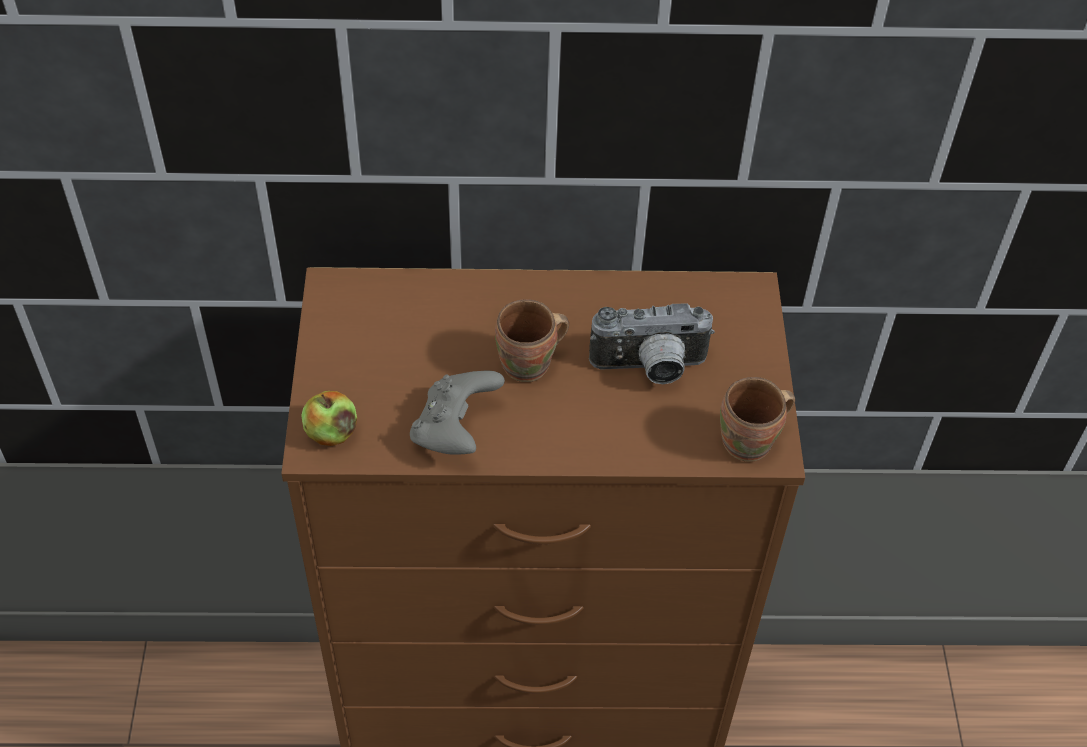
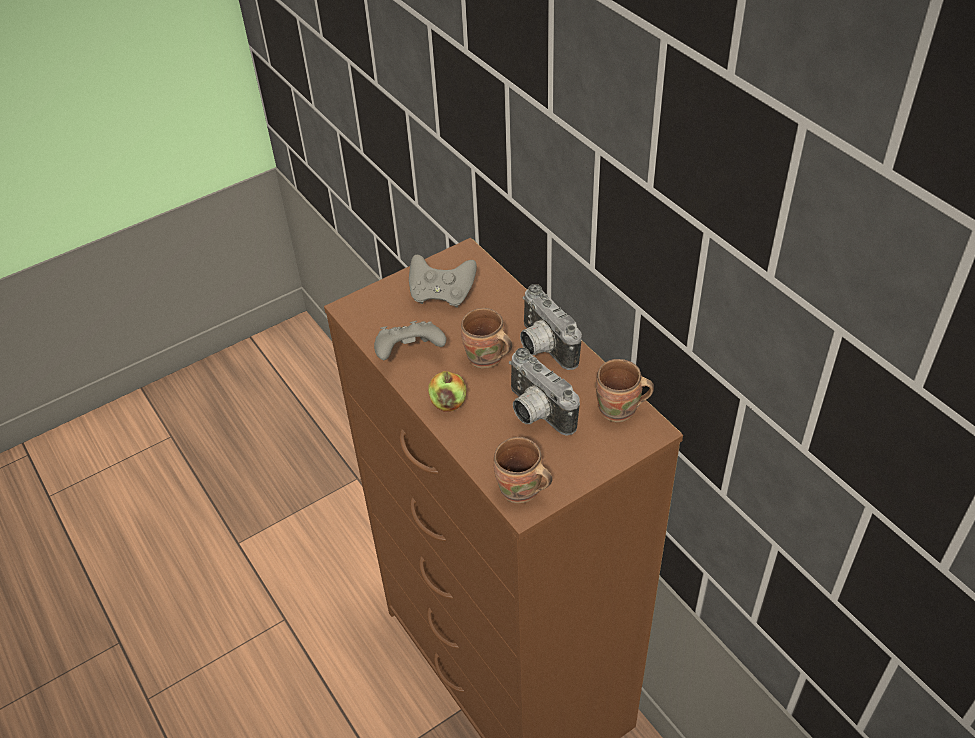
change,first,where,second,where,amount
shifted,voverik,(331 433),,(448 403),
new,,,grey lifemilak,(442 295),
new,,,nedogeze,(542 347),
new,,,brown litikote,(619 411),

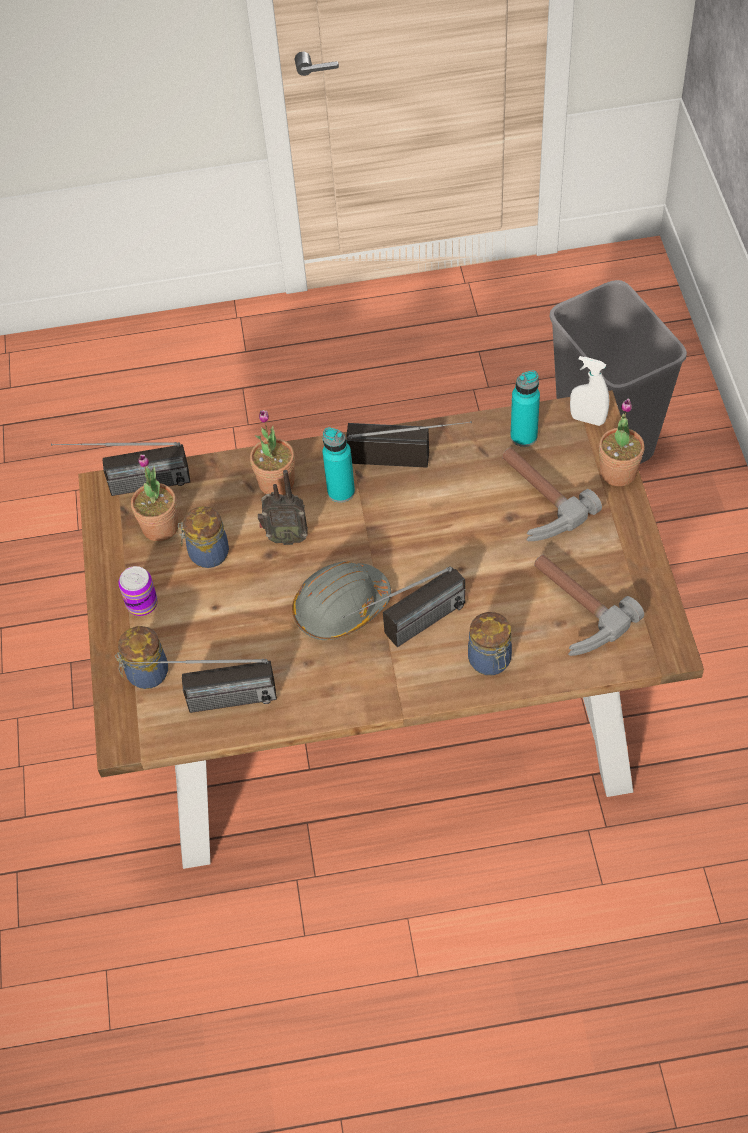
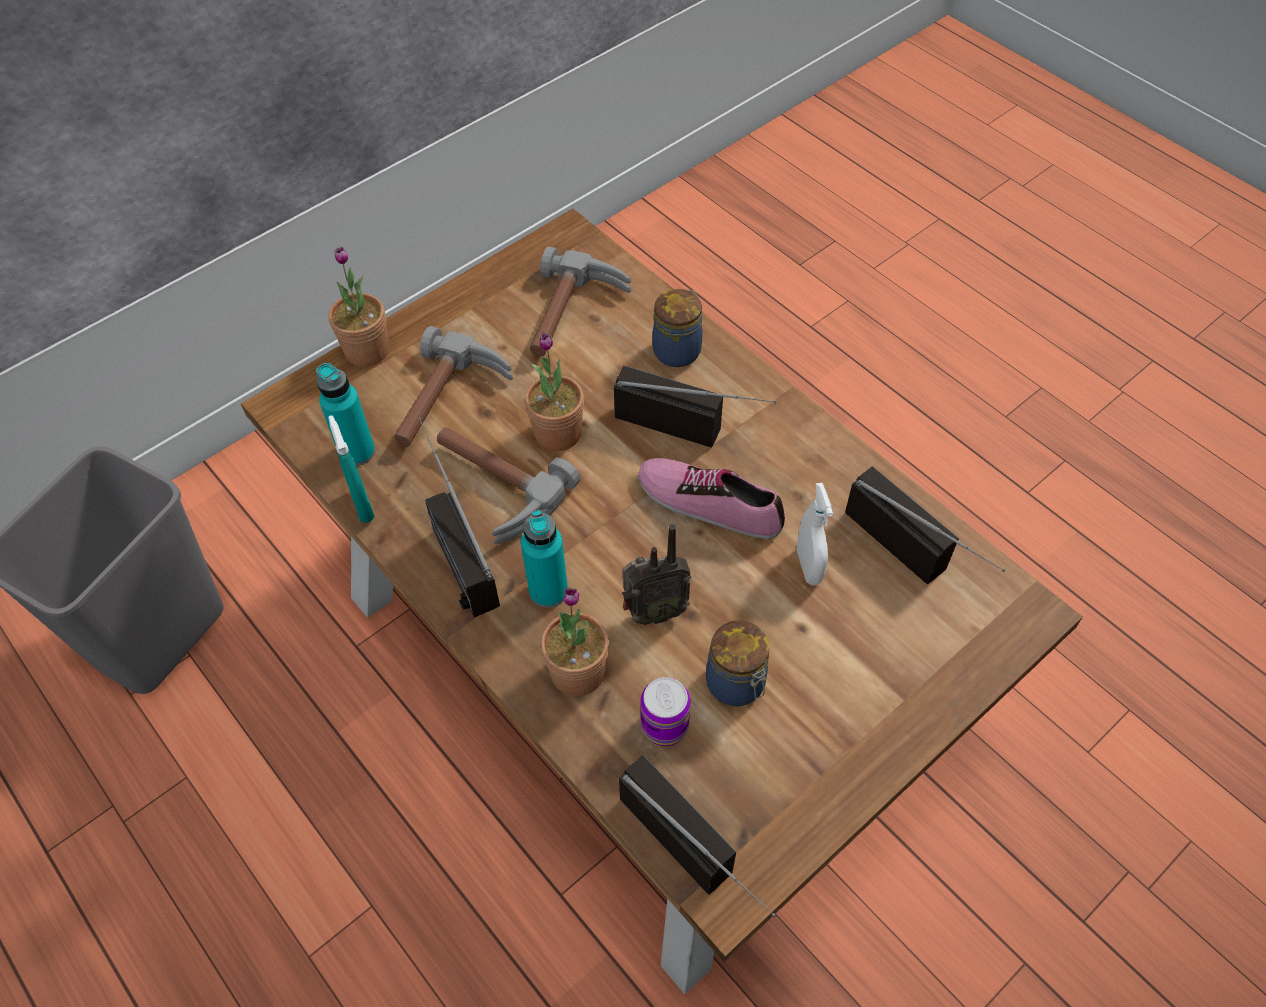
change,first,where,second,where,amount
shifted,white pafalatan,(587 419),,(808 566),
shifted,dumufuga,(160 527),,(558 433),
rotated,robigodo,(286 537),,(653 612),105 degrees clockwise
swapped,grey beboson,(341 608),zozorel,(710 503),
shifted,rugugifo,(142 604),,(664 726),
gone,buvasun,(146 674),,,
new,,,turquoise pafalatan,(363 506),
new,,,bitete,(491 489),

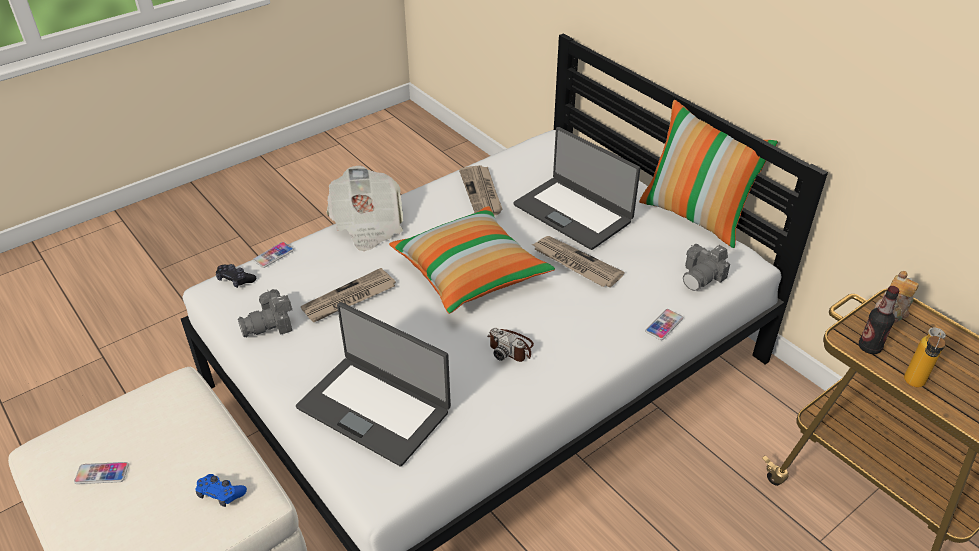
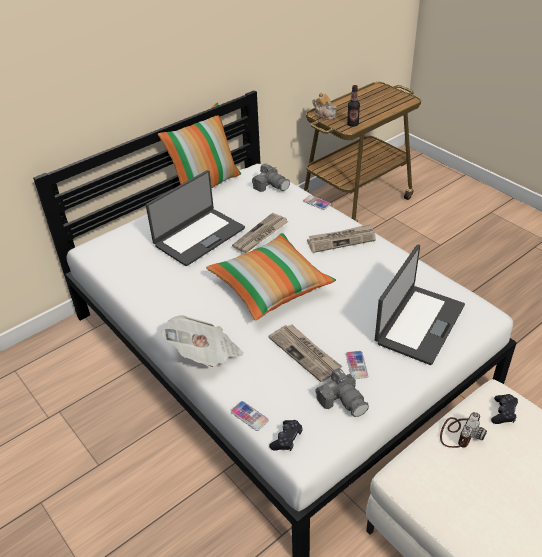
change,first,where,second,where,amount
shifted,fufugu,(482 193),,(341 240),
shifted,nedogeze,(511 347),,(459 433),
gone,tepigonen,(913 386),,,
shifted,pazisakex,(102 474),,(356 365),
repainted,blue lifemilak,(220 494),black lifemilak,(503 412),

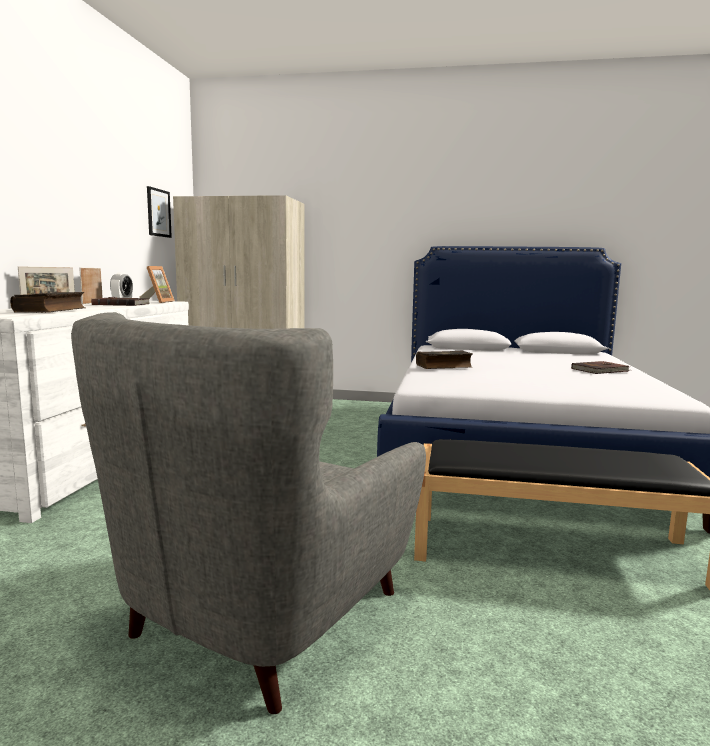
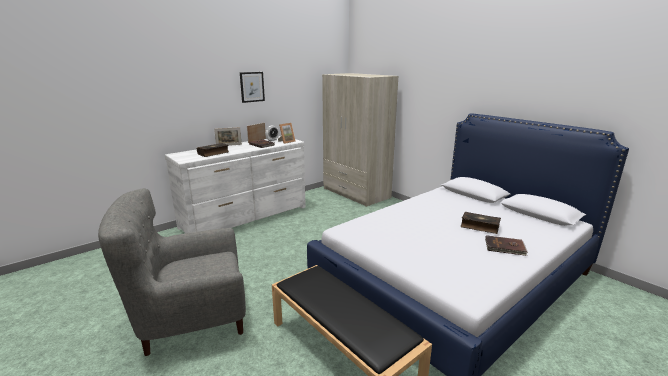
change,first,where,second,where,amount
shifted,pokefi,(158 213),,(252 87),
shifted,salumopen,(444 366),,(479 227),

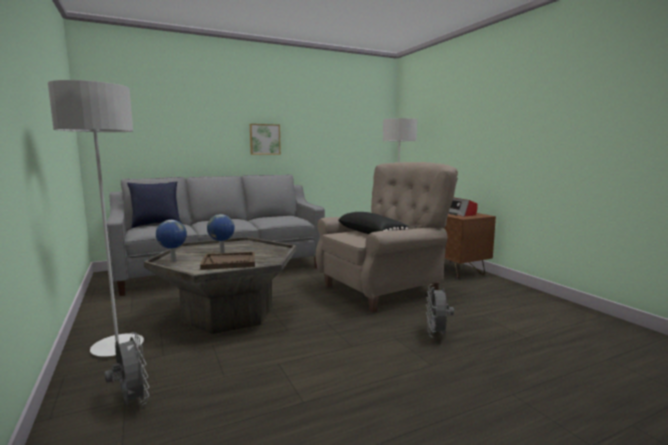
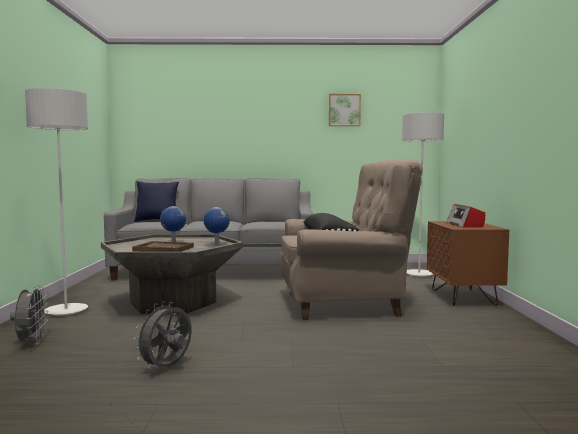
change,first,where,second,where,amount
shifted,pokefi,(264 139),,(344 110),
shifted,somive,(173 261),,(216 245),
shifted,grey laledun,(436 334),,(167 368),

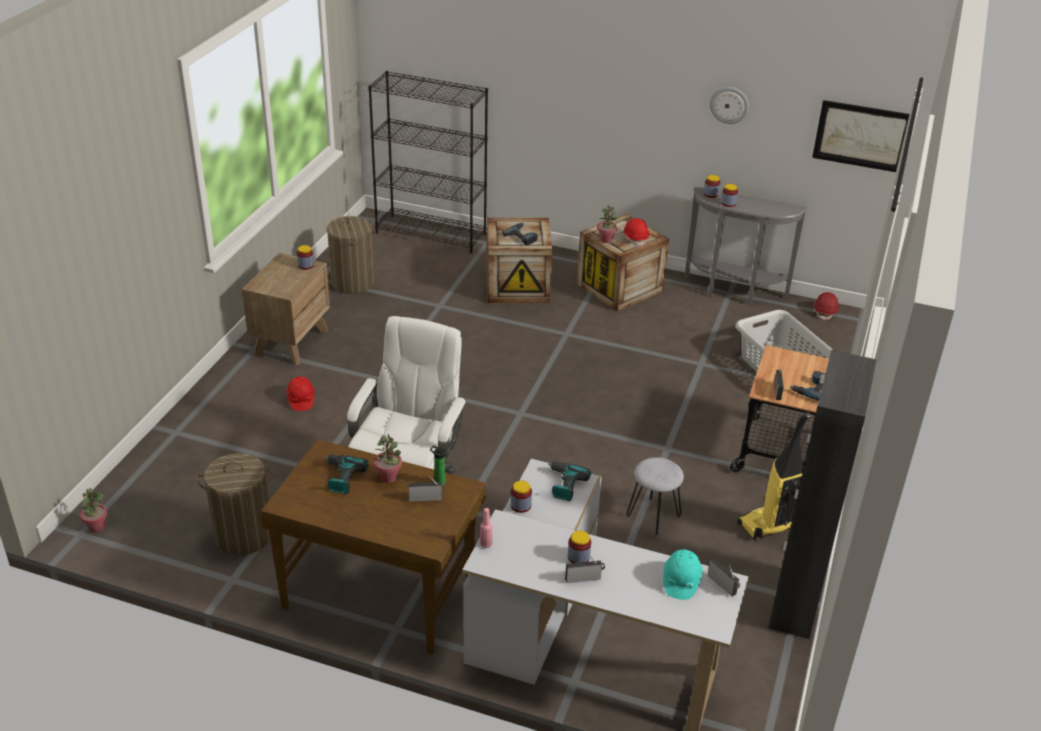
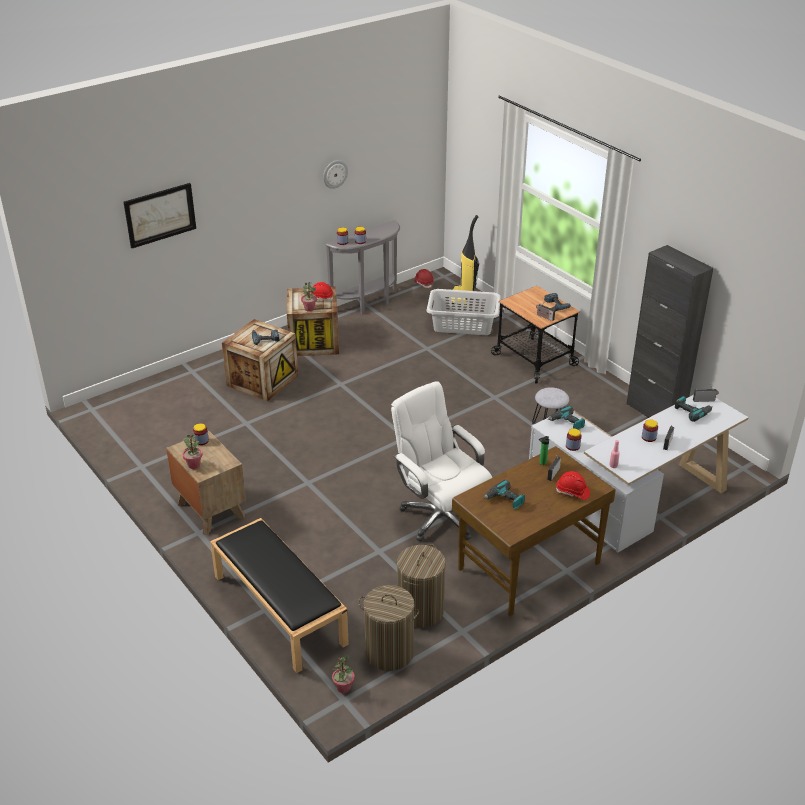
change,first,where,second,where,amount
gone,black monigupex,(431 234),,,
shifted,pokefi,(862 136),,(160 215),
shifted,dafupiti,(353 282),,(389 653),
shifted,red beboson,(301 400),,(572 492),
shifted,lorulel,(769 526),,(462 297),
shifted,dumufuga,(388 477),,(194 465),
swapped,turquoise beboson,(681 581),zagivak,(692 412),
new,,,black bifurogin,(278 609),

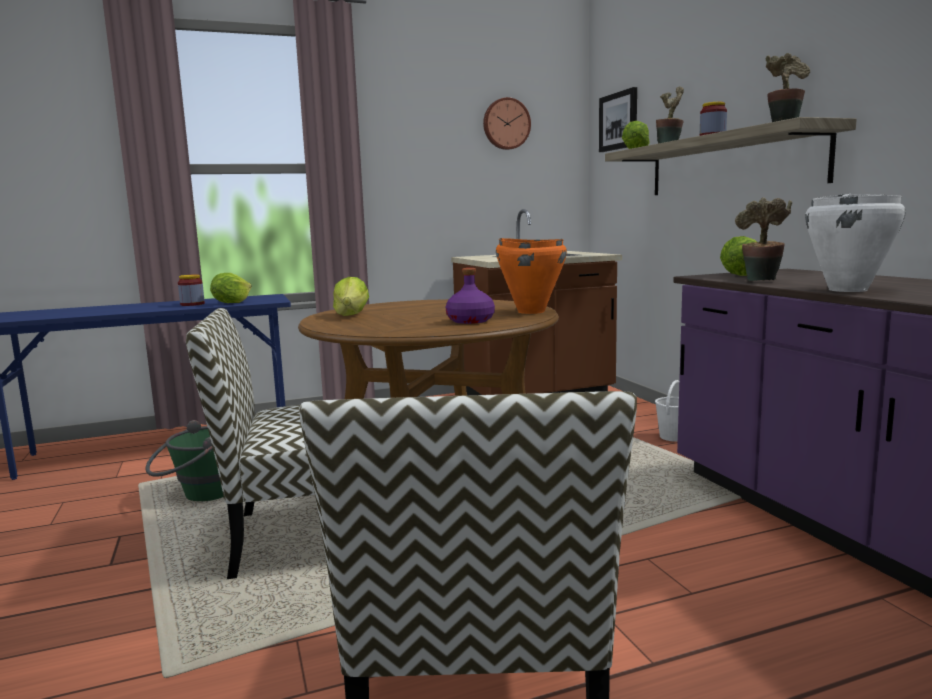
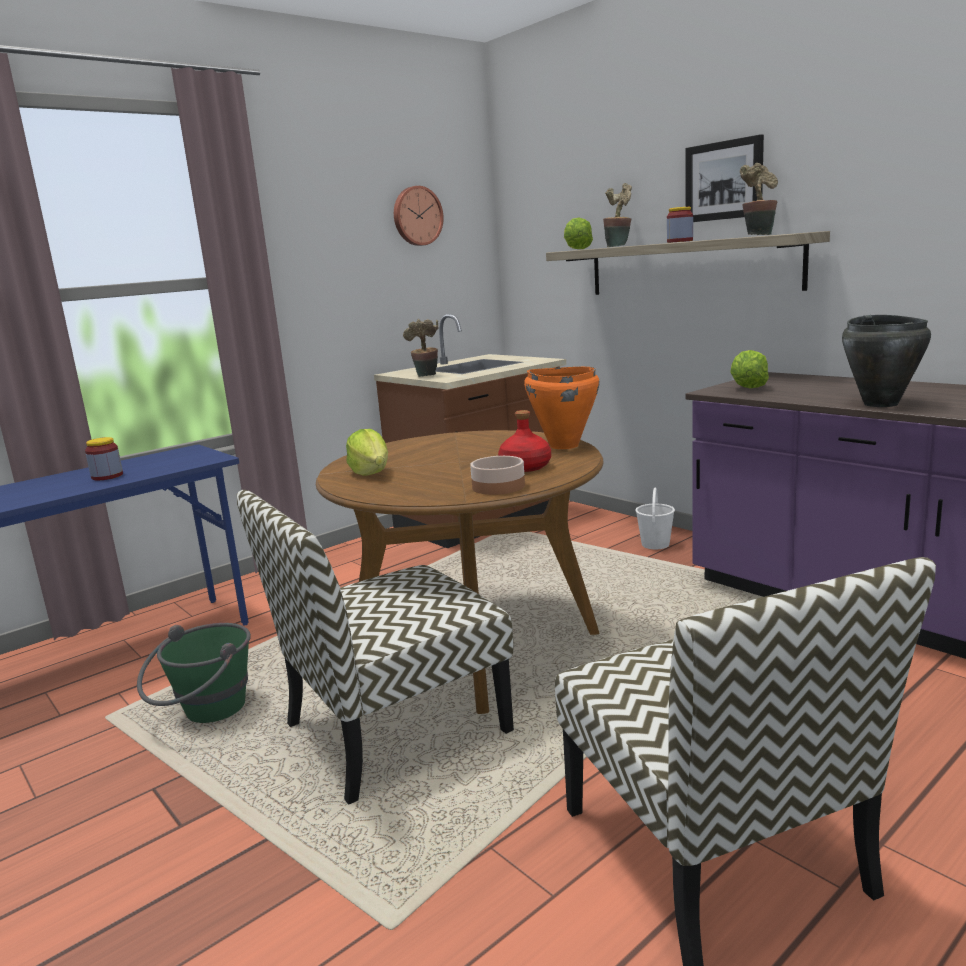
change,first,where,second,where,amount
shifted,pokefi,(619 121),,(724 180),
repainted,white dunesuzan,(848 290),black dunesuzan,(881 404),
shifted,dumufuga,(761 281),,(426 376),
repainted,purple tepigonen,(470 321),red tepigonen,(525 467),
gone,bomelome,(231 303),,,
new,,,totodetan,(498 486),

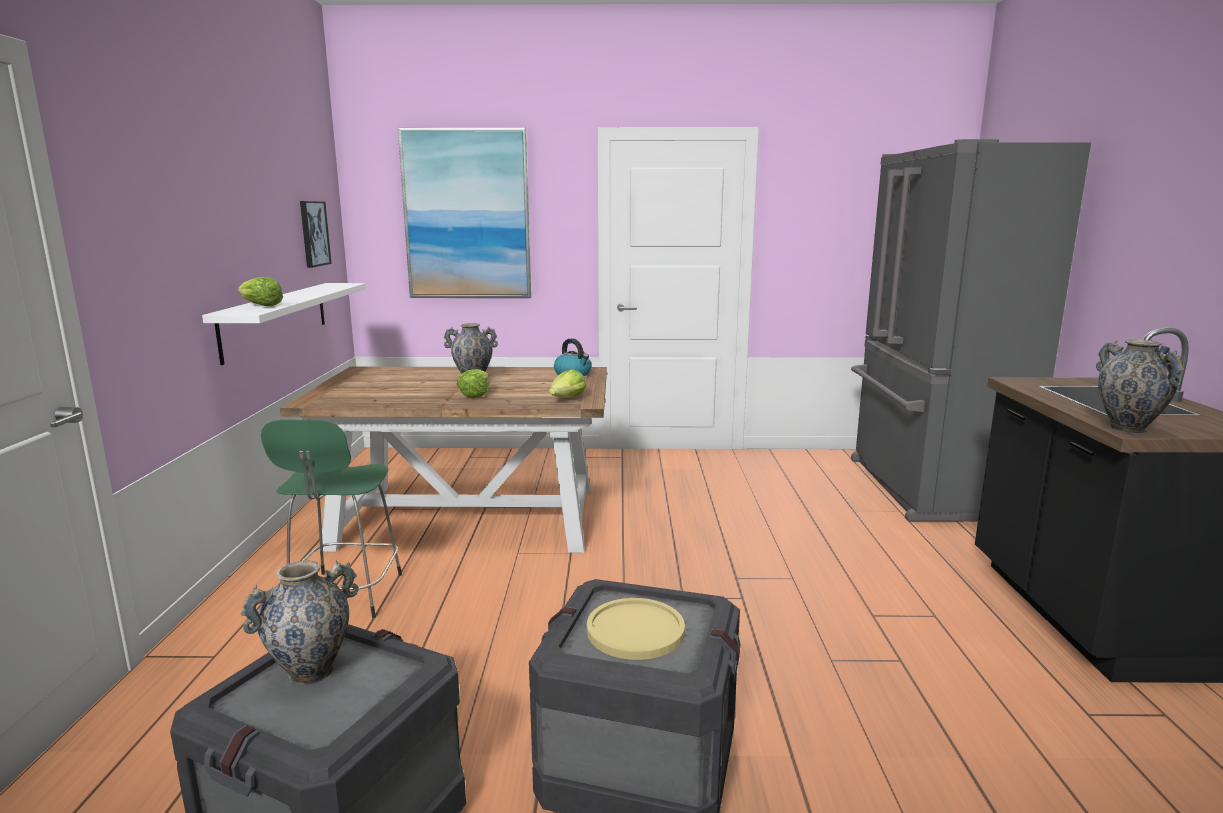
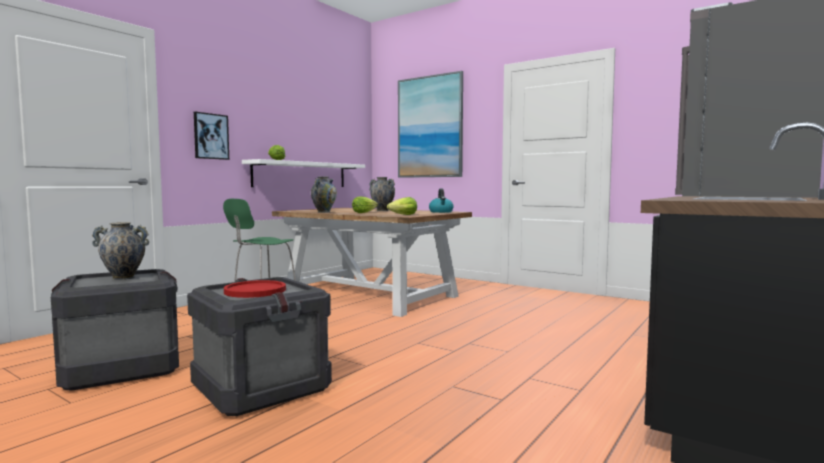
change,first,where,second,where,amount
shifted,pokefi,(313 233),,(211 136),
shifted,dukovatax,(1127 428),,(324 212),
repainted,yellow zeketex,(635 630),red zeketex,(255 291),

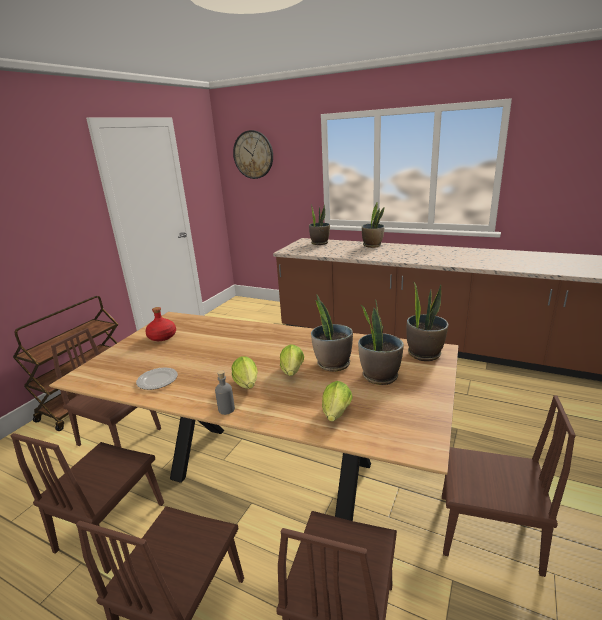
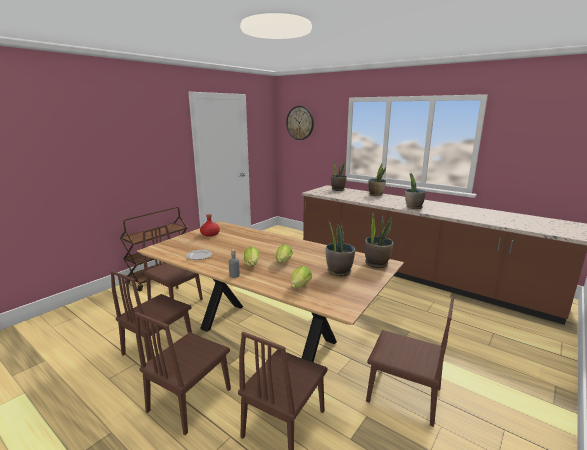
change,first,where,second,where,amount
shifted,dumufuga,(332 364),,(413 207),

